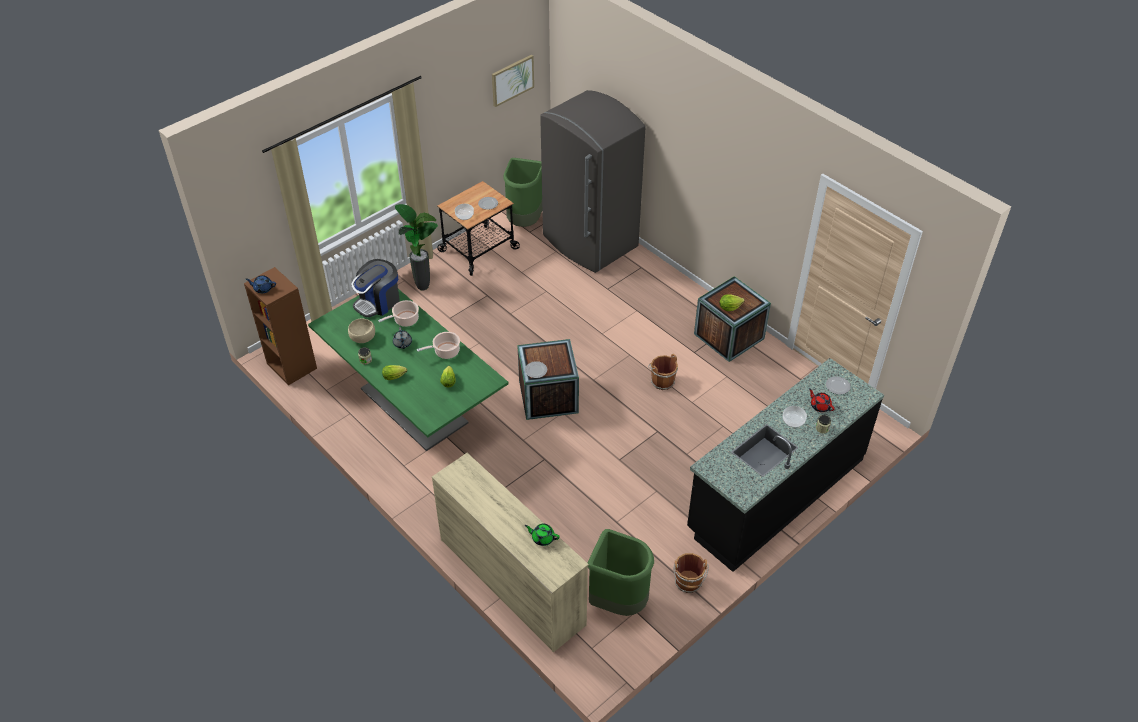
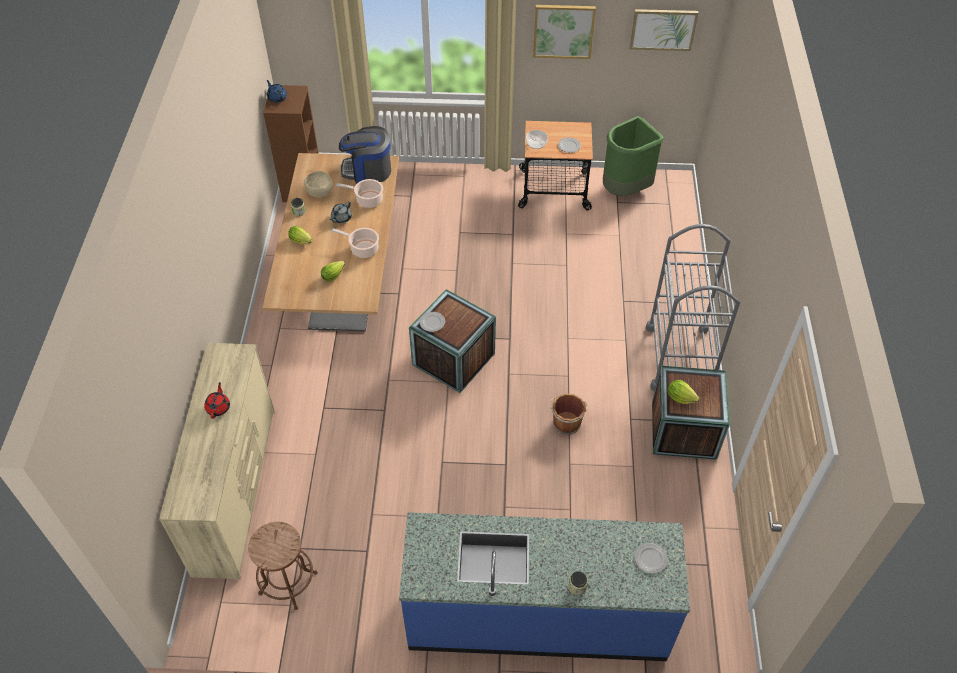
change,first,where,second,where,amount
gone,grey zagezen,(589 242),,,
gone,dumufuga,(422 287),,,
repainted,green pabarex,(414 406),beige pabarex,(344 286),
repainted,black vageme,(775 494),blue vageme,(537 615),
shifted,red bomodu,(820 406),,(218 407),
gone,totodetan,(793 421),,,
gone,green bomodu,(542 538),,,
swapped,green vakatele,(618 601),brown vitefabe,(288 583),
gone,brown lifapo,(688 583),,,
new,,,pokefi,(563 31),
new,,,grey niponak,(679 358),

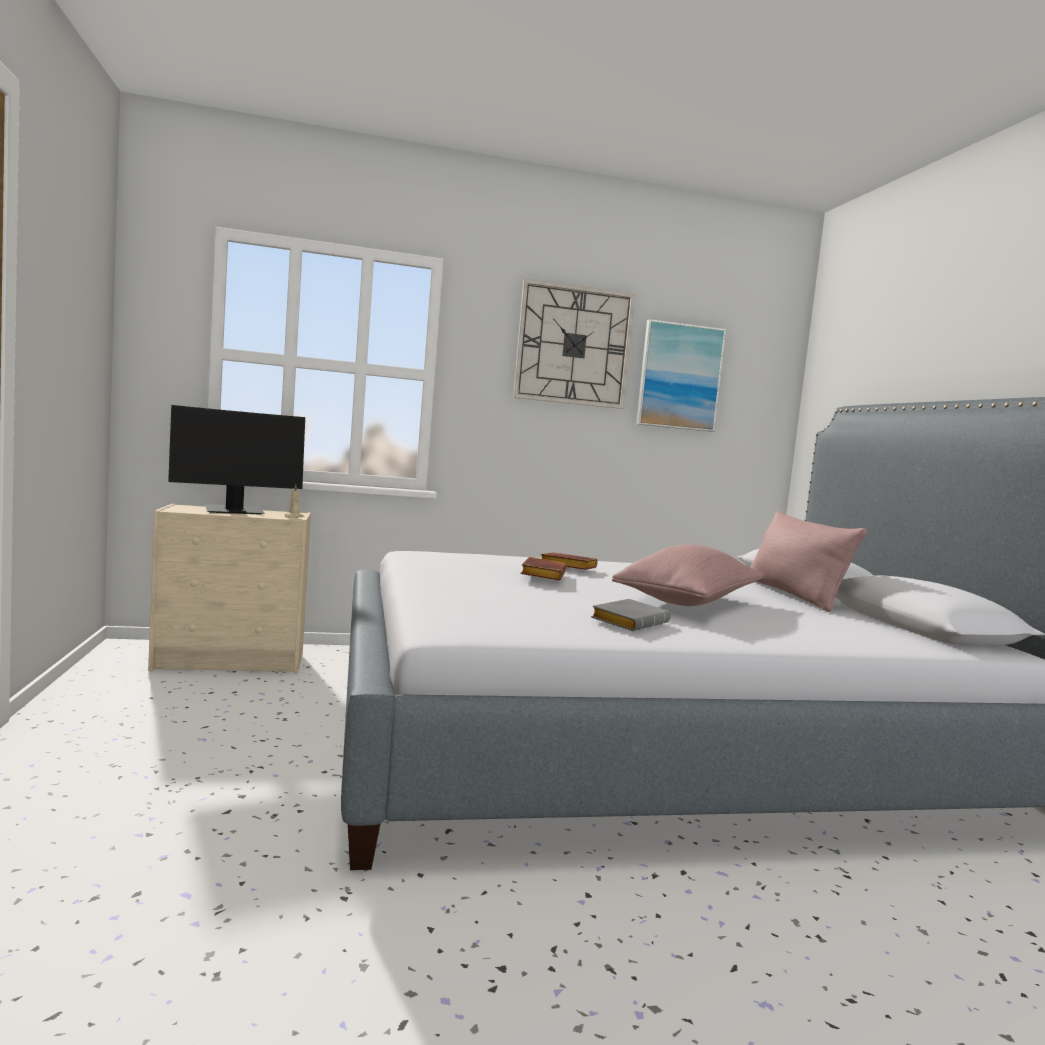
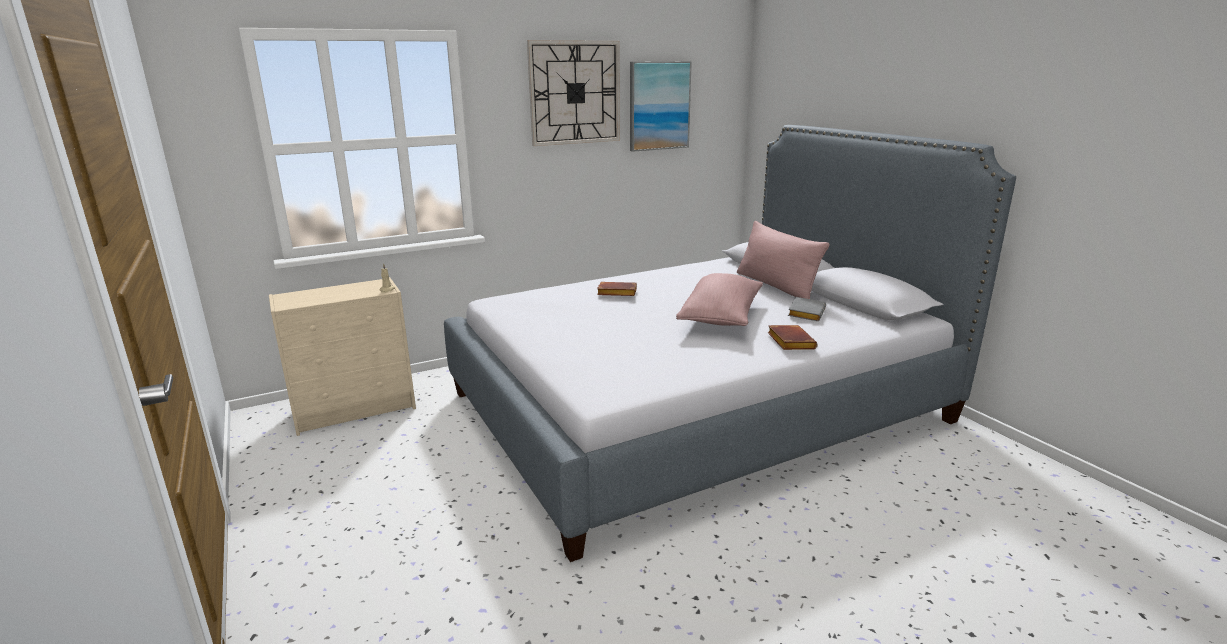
change,first,where,second,where,amount
gone,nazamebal,(234 511),,,
shifted,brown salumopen,(541 574),,(789 341),
shifted,grey salumopen,(629 622),,(805 313),

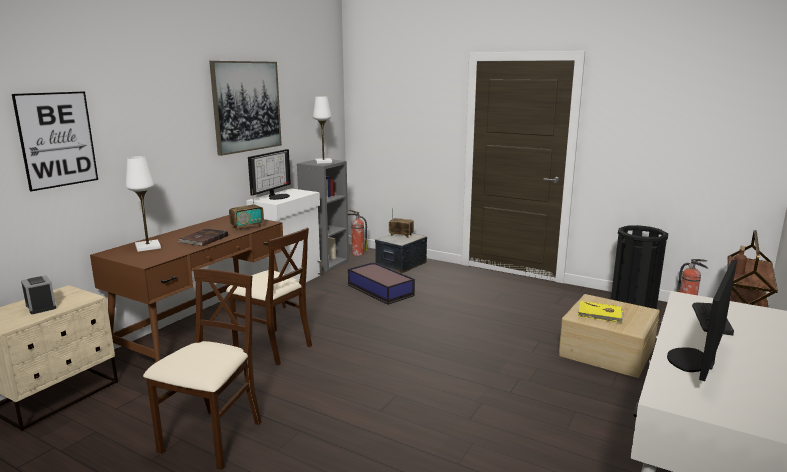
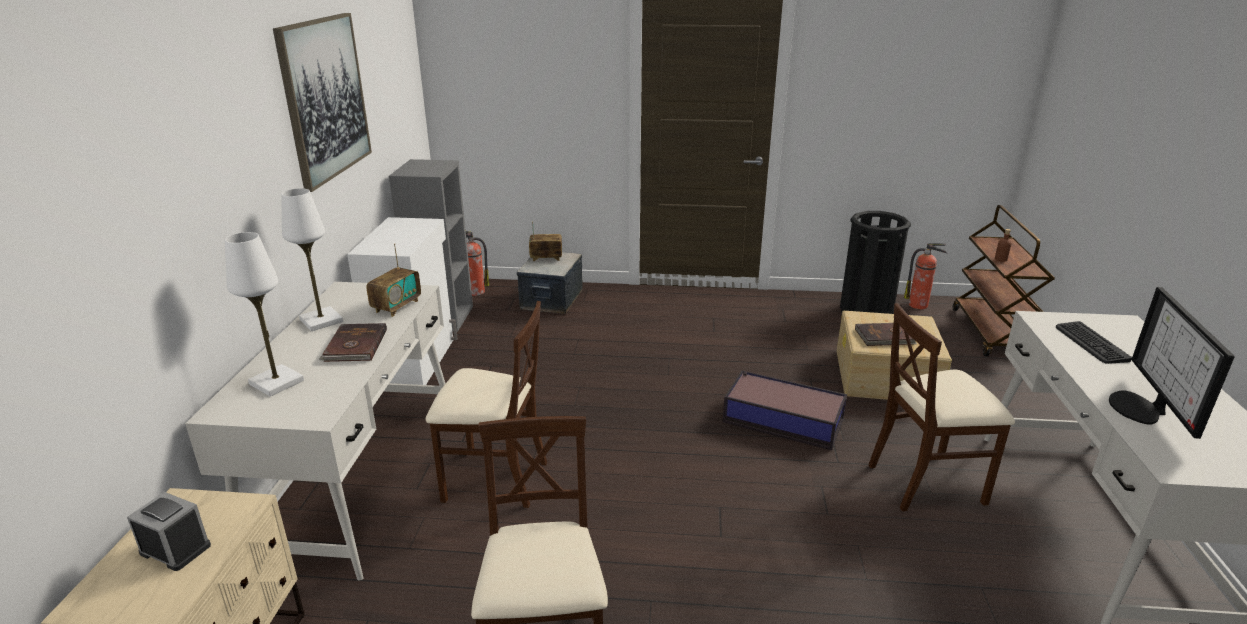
change,first,where,second,where,amount
gone,pokefi,(57 140),,,
shifted,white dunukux,(323 162),,(321 321),
gone,nazamebal,(277 196),,,
repainted,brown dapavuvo,(205 328),white dapavuvo,(360 476),
shifted,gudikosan,(380 290),,(781 420),
repainted,yellow salumopen,(600 314),brown salumopen,(885 337),
new,,,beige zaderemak,(926 482),

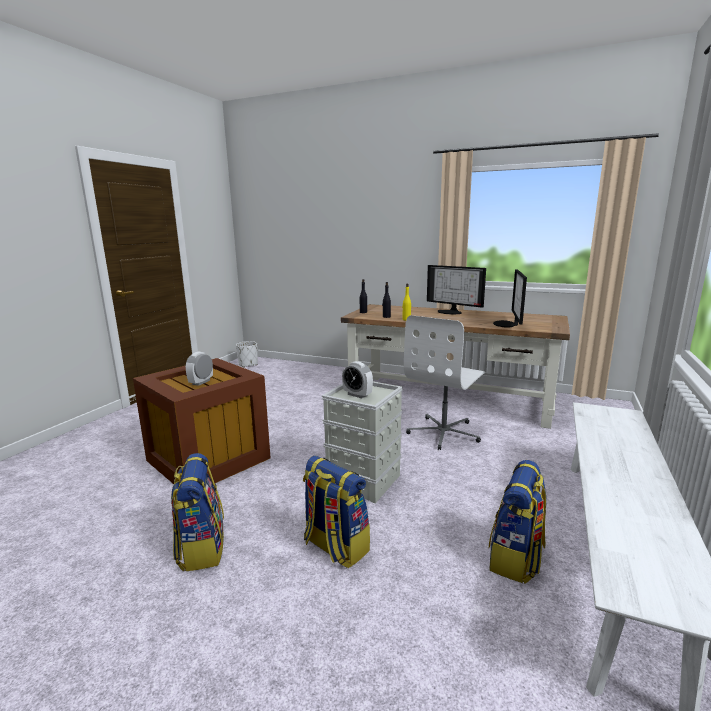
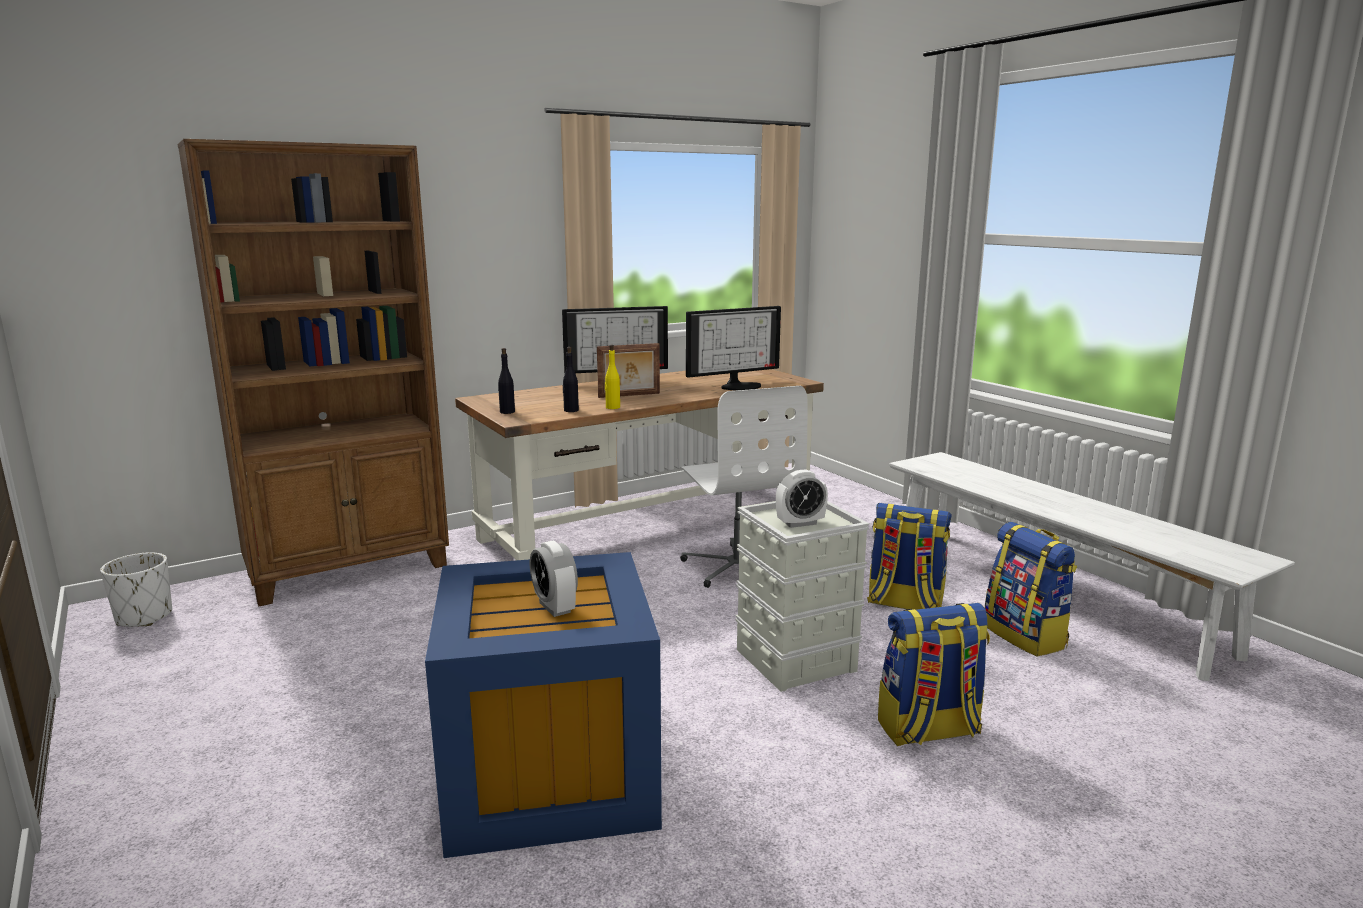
change,first,where,second,where,amount
rotated,nazamebal,(508 324),,(739 386),75 degrees counterclockwise
repainted,brown gudikosan,(209 458),blue gudikosan,(546 774),
shifted,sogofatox,(201 548),,(904 603),
new,,,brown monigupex,(350 570),
new,,,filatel,(629 395),

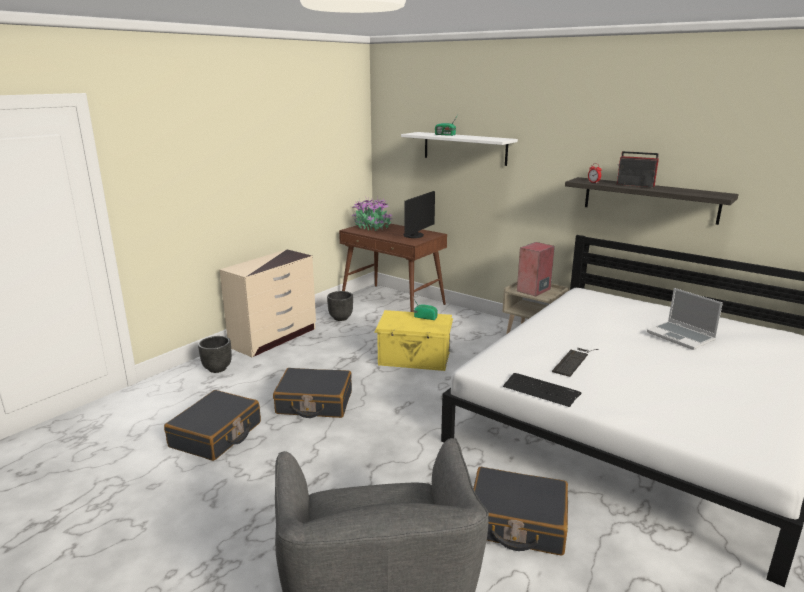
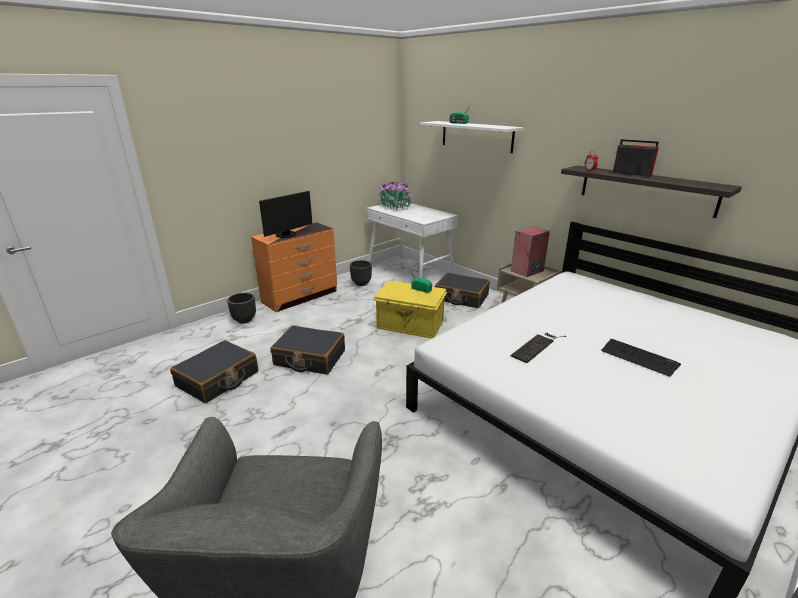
change,first,where,second,where,amount
shifted,nazamebal,(415 235),,(287 235),
repainted,brown dapavuvo,(393 302),white dapavuvo,(410 272),
repainted,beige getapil,(274 338),orange getapil,(300 296),
gone,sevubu,(681 336),,,
shifted,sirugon,(541 390),,(639 357),
shifted,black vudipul,(517 522),,(461 297),

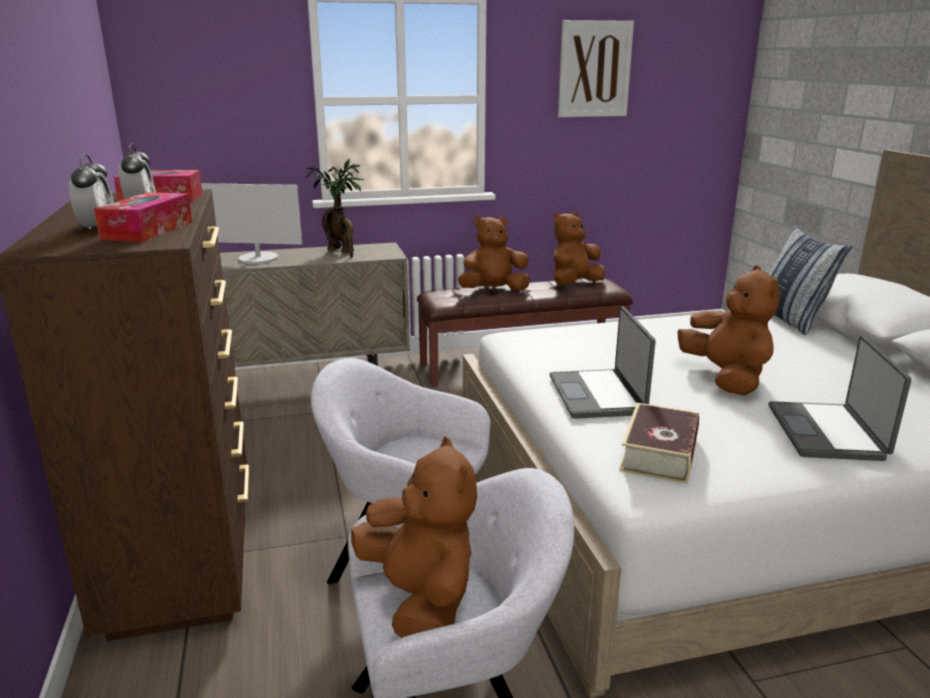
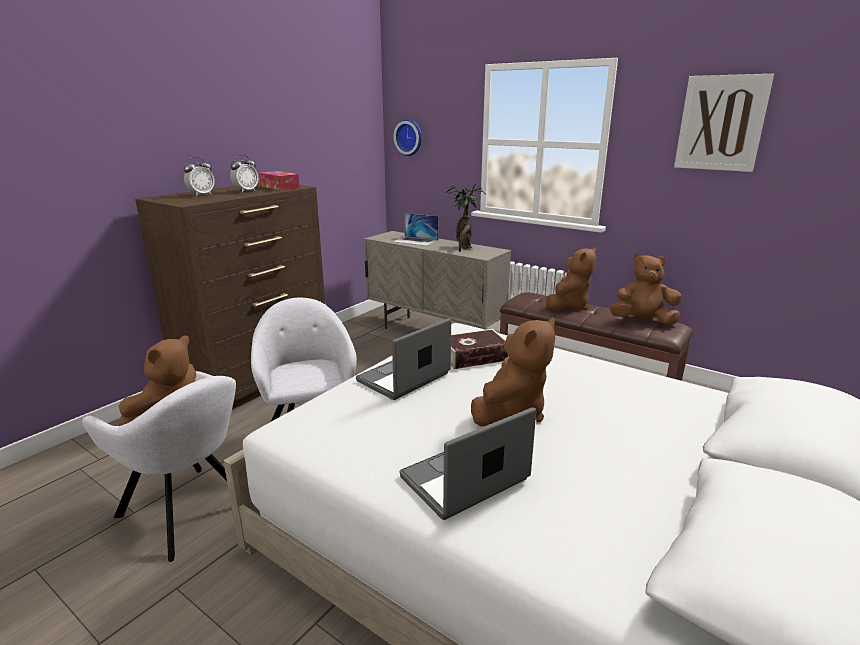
change,first,where,second,where,amount
swapped,nazamebal,(258 259),sevubu,(415 241),
gone,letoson,(148 230),,,
rotated,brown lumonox,(493 290),,(568 305),90 degrees clockwise
gone,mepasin,(790 319),,,
shifted,salumopen,(659 453),,(473 356),
new,,,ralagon,(409 137),

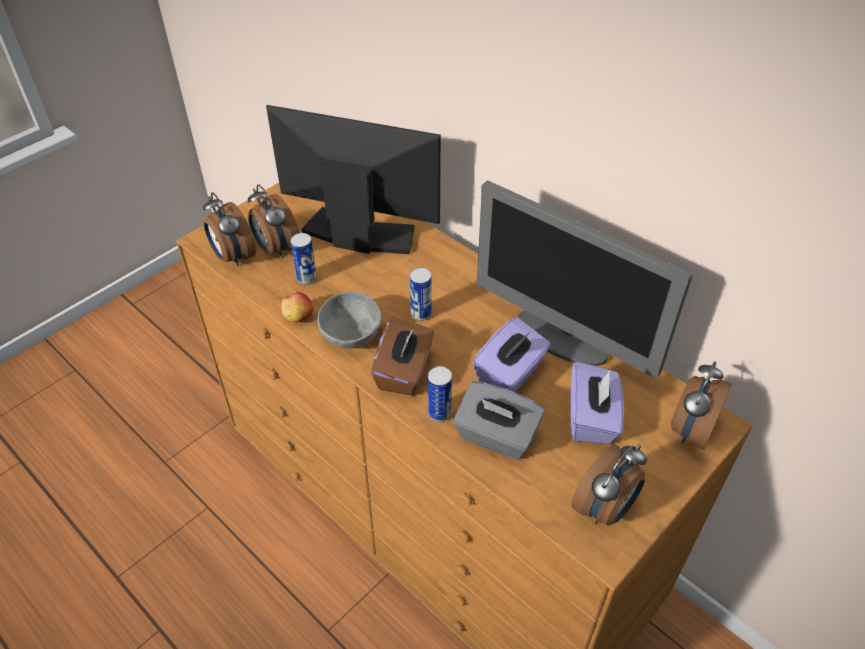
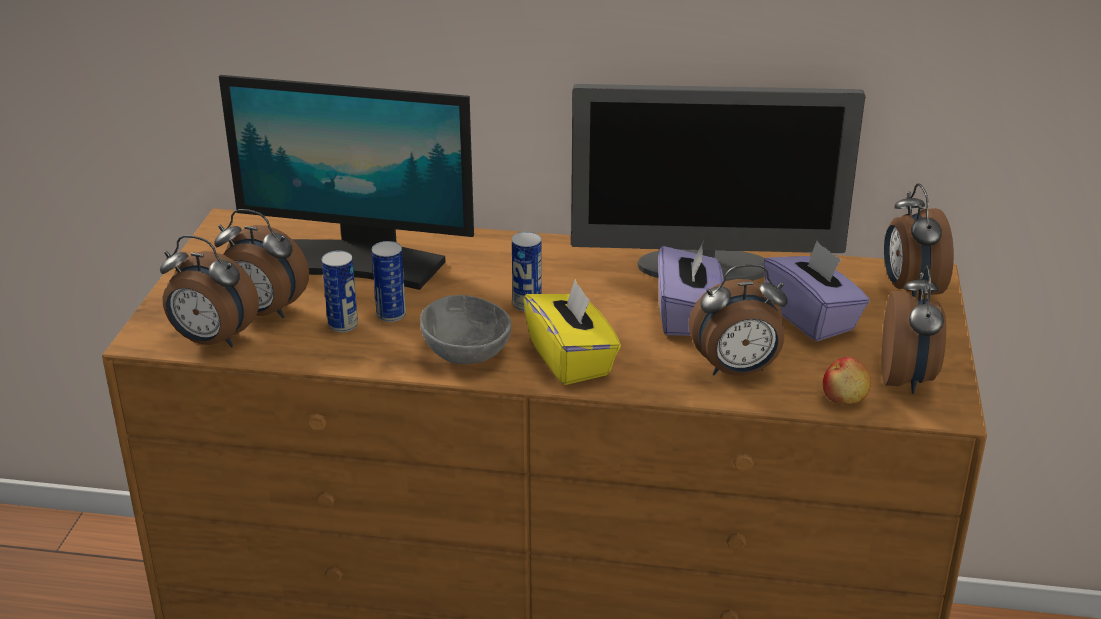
change,first,where,second,where,amount
rotated,nazamebal,(359 235),,(359 263),150 degrees counterclockwise
shifted,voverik,(298 316),,(845 398),
repainted,brown letoson,(404 371),yellow letoson,(571 359),
shifted,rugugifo,(439 413),,(391 315),
swapped,grey letoson,(496 436),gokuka,(737 371),

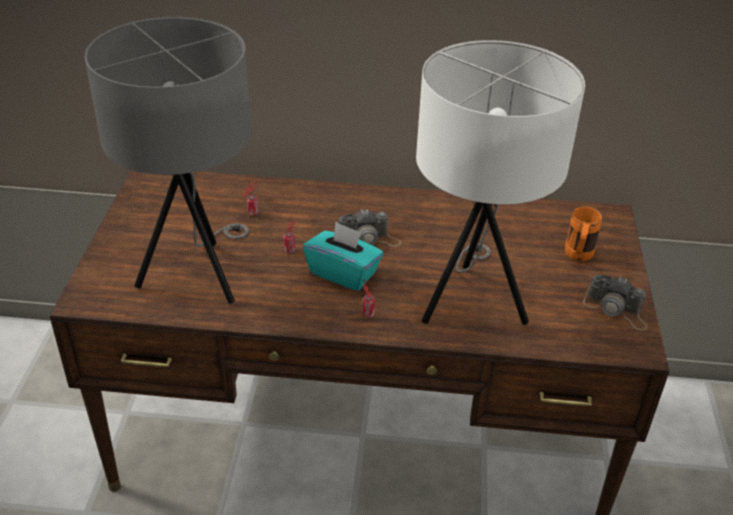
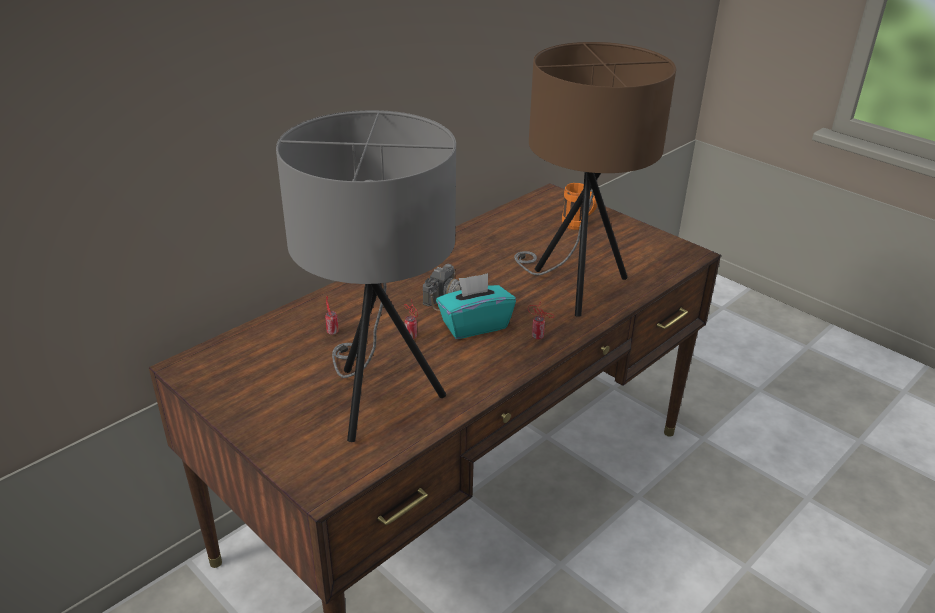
change,first,where,second,where,amount
repainted,white dunukux,(472 300),brown dunukux,(575 287),
gone,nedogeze,(616 310),,,

